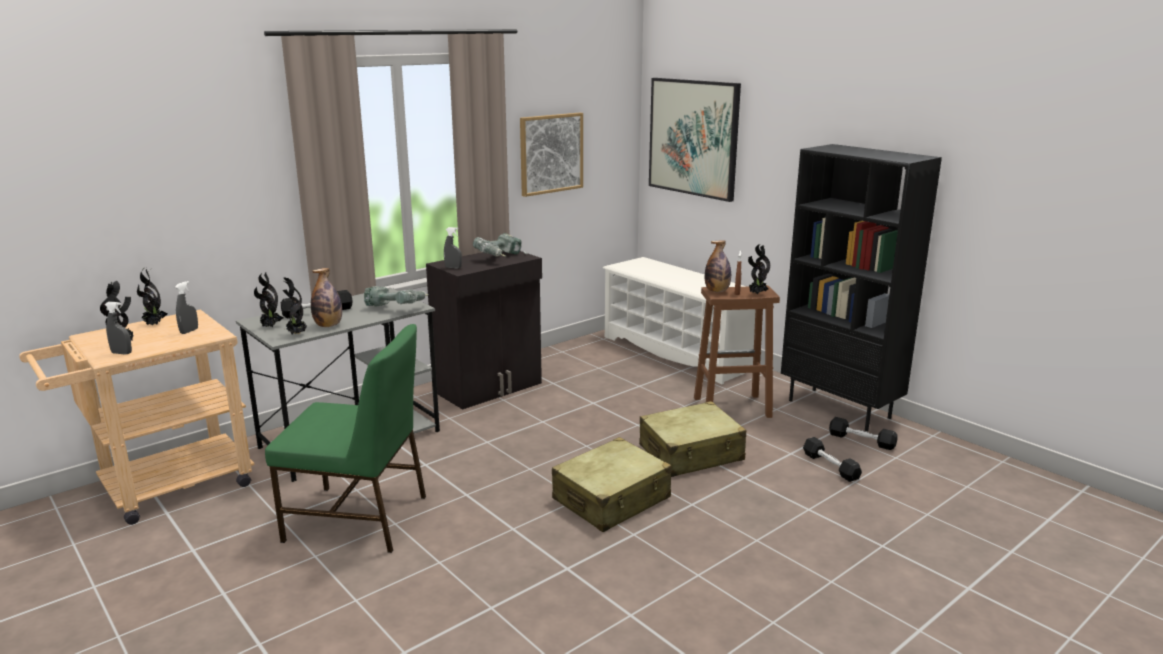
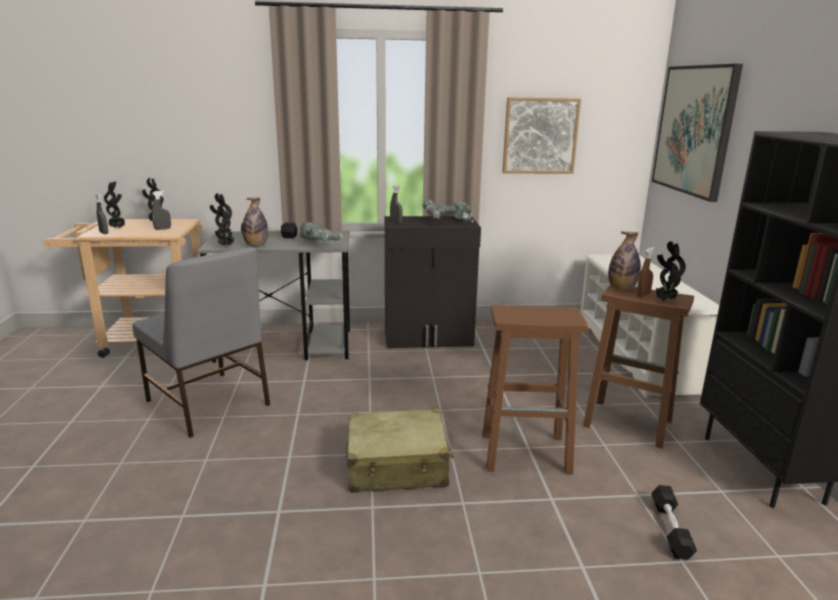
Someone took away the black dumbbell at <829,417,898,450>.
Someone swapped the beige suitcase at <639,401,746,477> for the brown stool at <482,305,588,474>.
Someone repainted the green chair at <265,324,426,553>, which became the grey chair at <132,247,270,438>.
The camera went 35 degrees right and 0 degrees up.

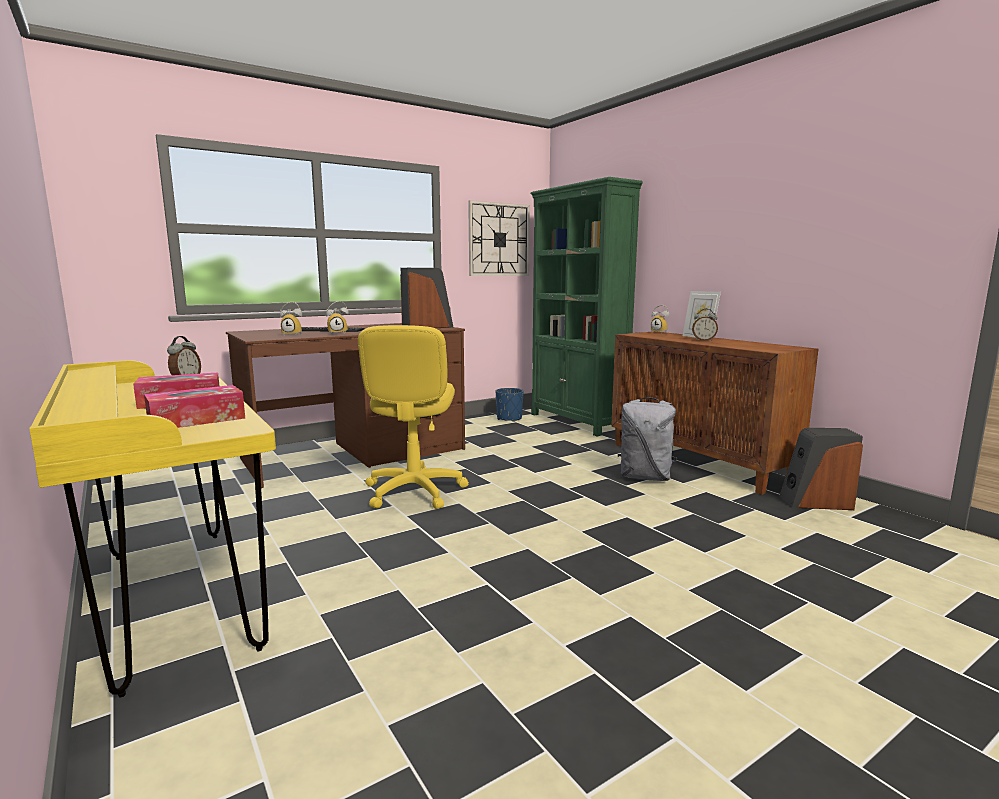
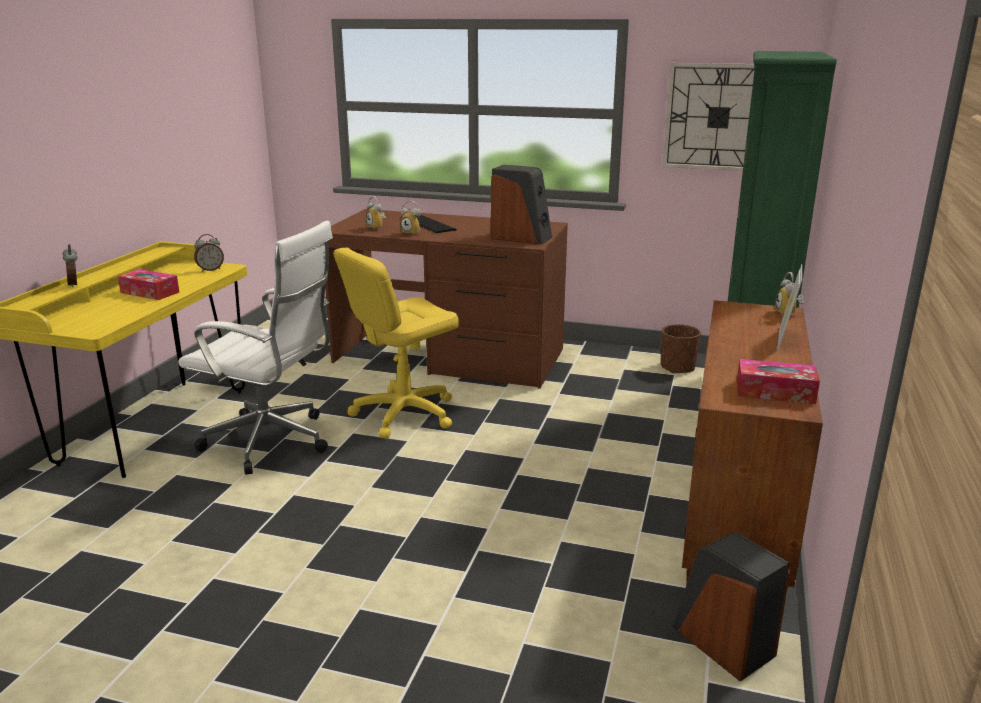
Someone took away the grey backpack at <618,397,677,481>.
Someone put down the white office chair at <178,221,333,475>.
Someone carried the tissue box from <144,385,245,428> to <737,359,820,404>.
Someone carried the alarm clock from <692,309,718,341> to <63,244,78,288>.
Someone repainted the blue planter at <496,388,524,422>, which became the brown planter at <661,324,701,374>.
The camera went 50 degrees right and 10 degrees up.

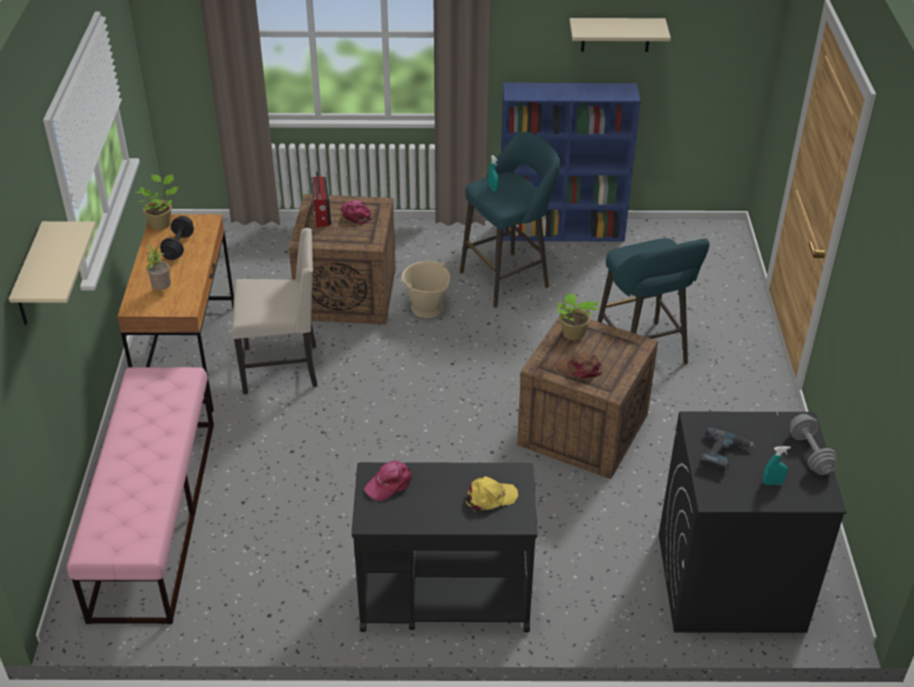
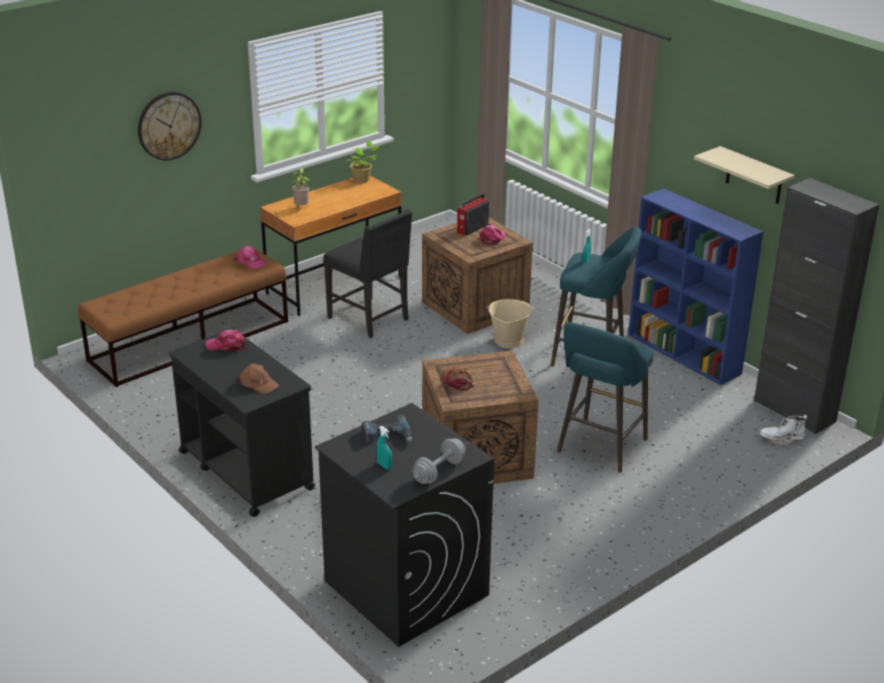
Someone took away the black dumbbell at <160,216,194,260>.
Someone took away the potted plant at <557,293,599,340>.
Someone put down the pink cap at <234,246,267,269>.
Someone put down the black cabinet at <754,178,879,434>.
Someone put down the white boot at <760,415,808,445>.
Someone swapped the beige shelf at <9,221,96,325> for the wall clock at <138,92,202,161>.
Someone repainted the pink bench at <67,367,214,624>, which became the brown bench at <78,248,288,387>.
Someone repainted the beige chair at <232,228,317,395>, which became the black chair at <323,210,412,338>.
Someone repainted the yellow cap at <466,476,518,512>, which became the brown cap at <237,364,279,394>.
The camera went 50 degrees right and 10 degrees down.

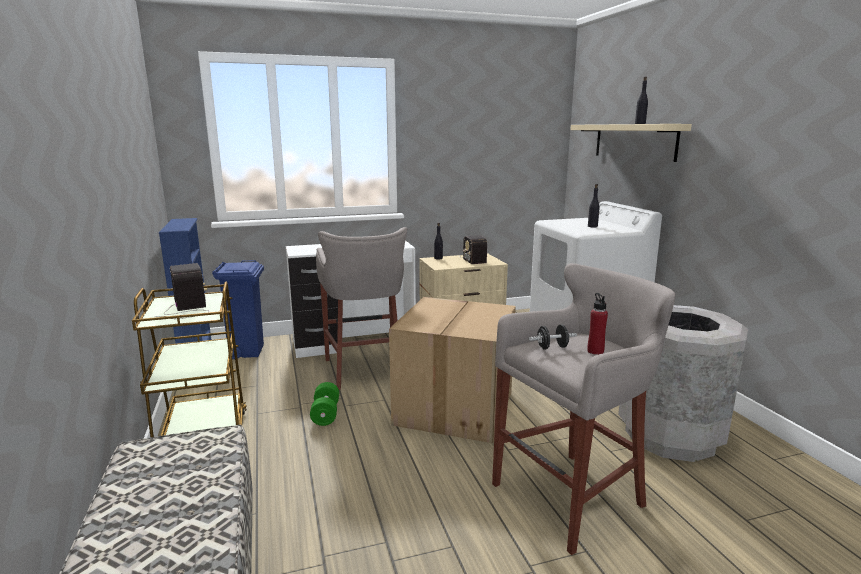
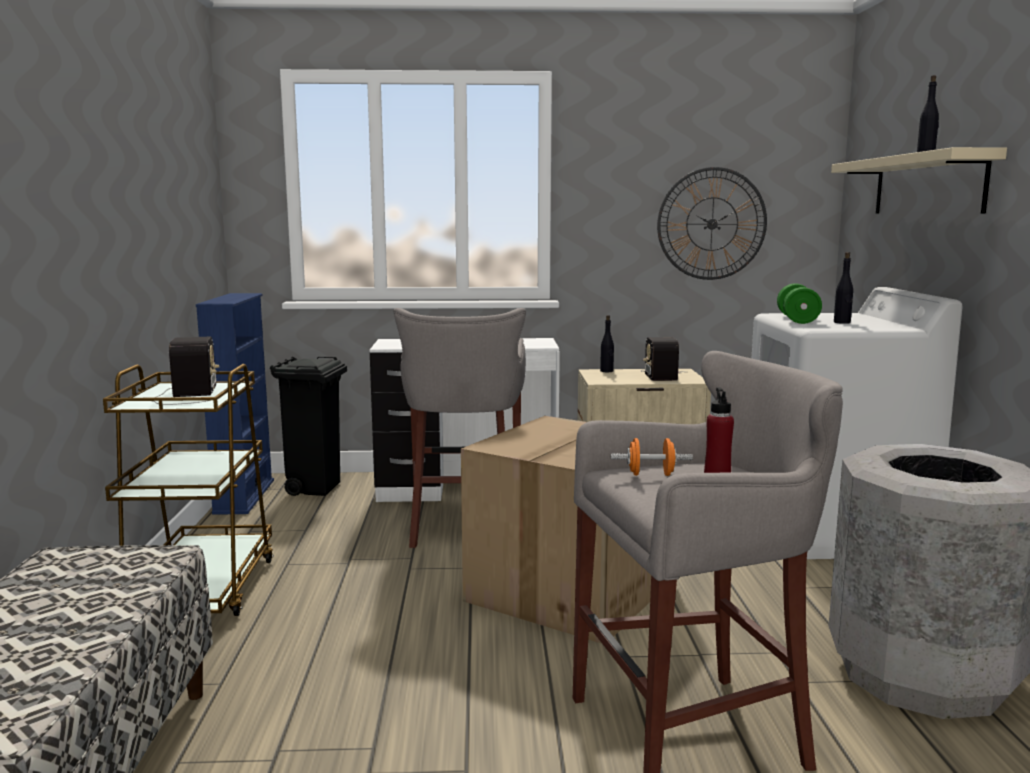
Someone put up the wall clock at <657,167,767,280>.
Someone carried the green dumbbell from <310,382,339,426> to <777,283,822,324>.
Someone repainted the blue trash can at <212,260,264,359>, which became the black trash can at <270,357,347,496>.
Someone repainted the black dumbbell at <528,324,577,350>, which became the orange dumbbell at <611,438,693,476>.
The camera went 15 degrees right and 5 degrees down.

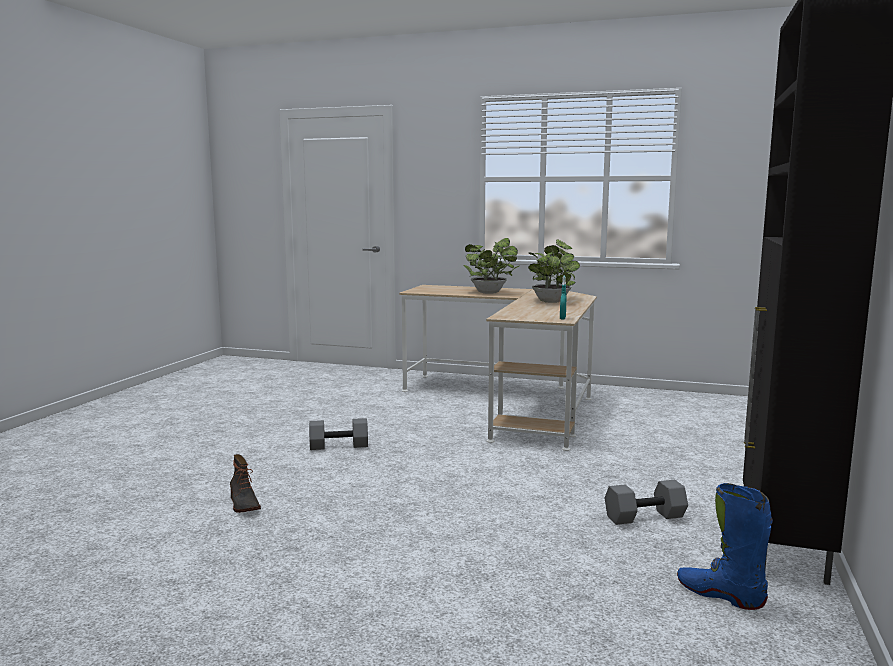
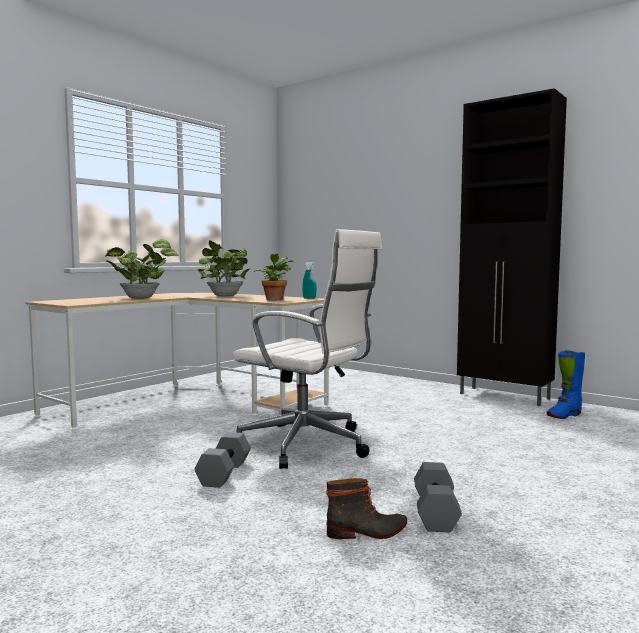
Someone put down the white office chair at <233,229,382,469>.
Someone put down the potted plant at <254,254,294,301>.
Someone carried the grey dumbbell from <605,480,688,525> to <414,462,462,533>.
The camera went 70 degrees left and 5 degrees down.

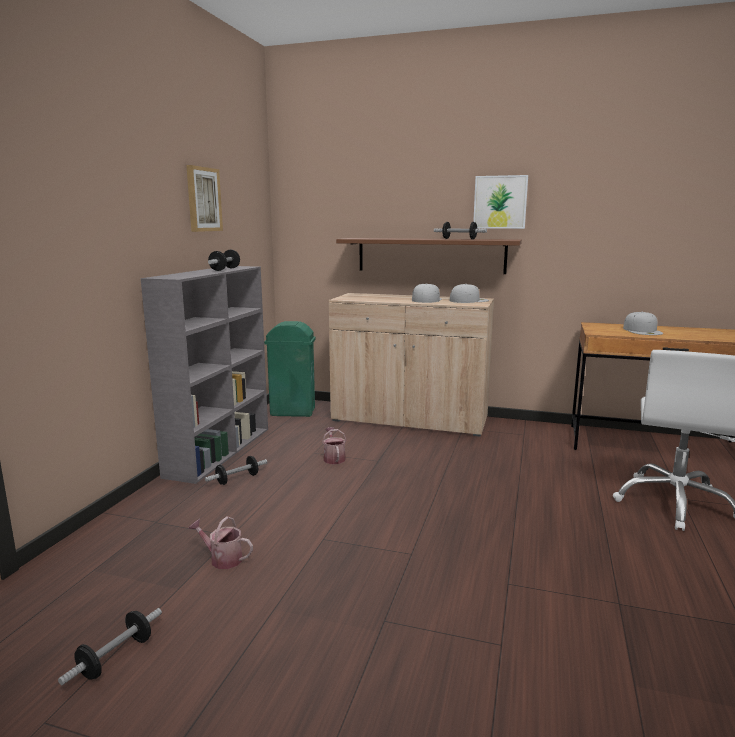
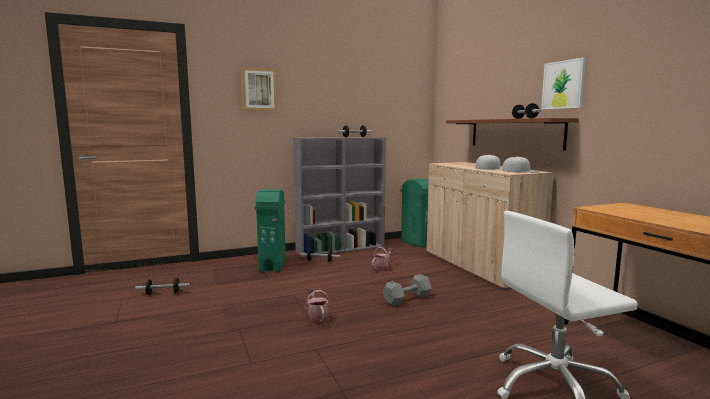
Someone took away the white cap at <623,312,663,335>.
Someone put down the green trash can at <255,189,286,272>.
Someone put down the grey dumbbell at <383,274,432,306>.
Someone carried the picture from <186,165,223,232> to <241,68,277,111>.
Someone carried the watering can from <188,516,253,569> to <307,288,329,324>.
The camera went 50 degrees right and 5 degrees down.

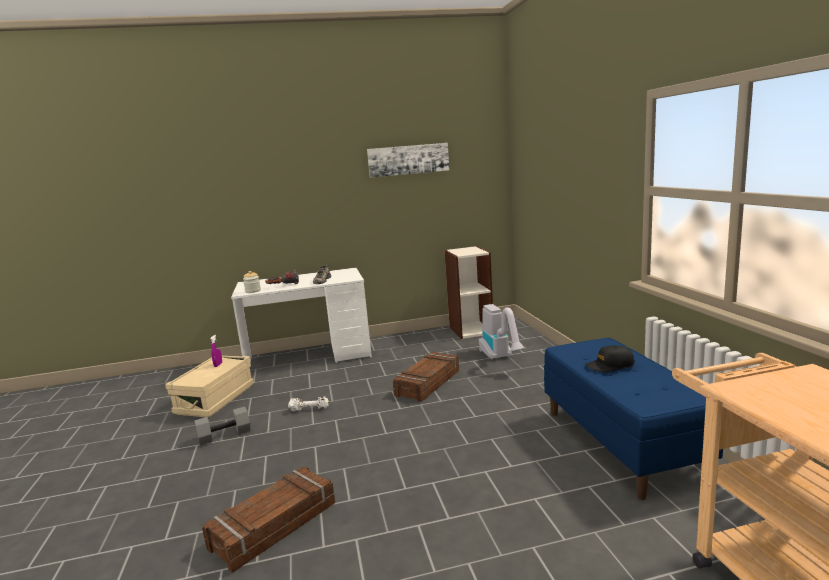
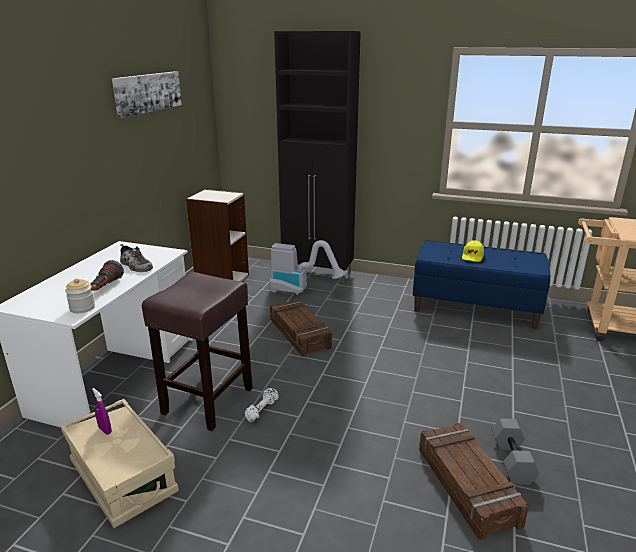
Someone put down the brown stool at <142,272,253,431>.
Someone put down the black cabinet at <274,31,361,284>.
Someone carried the grey dumbbell from <195,406,251,446> to <492,418,540,485>.
Someone repainted the black cap at <585,345,635,372>, which became the yellow cap at <462,240,484,262>.
The camera went 60 degrees left and 10 degrees up.

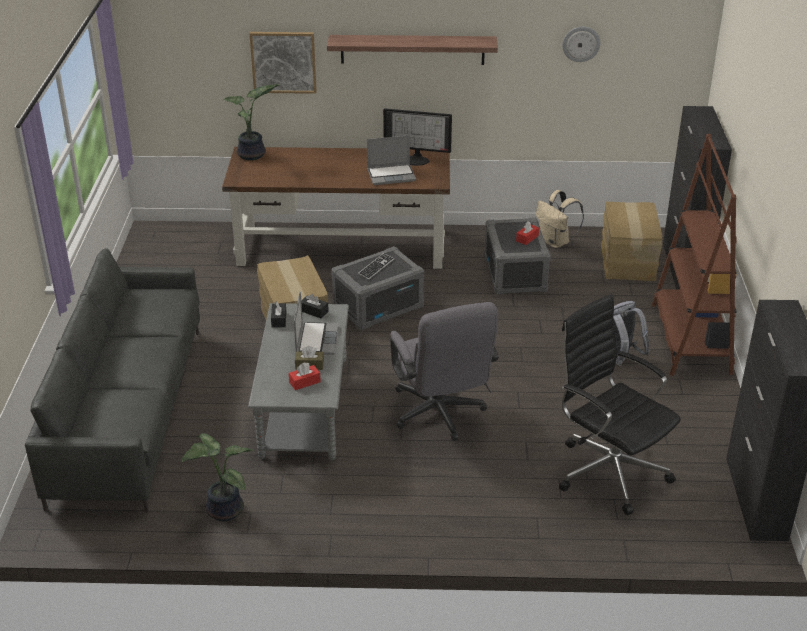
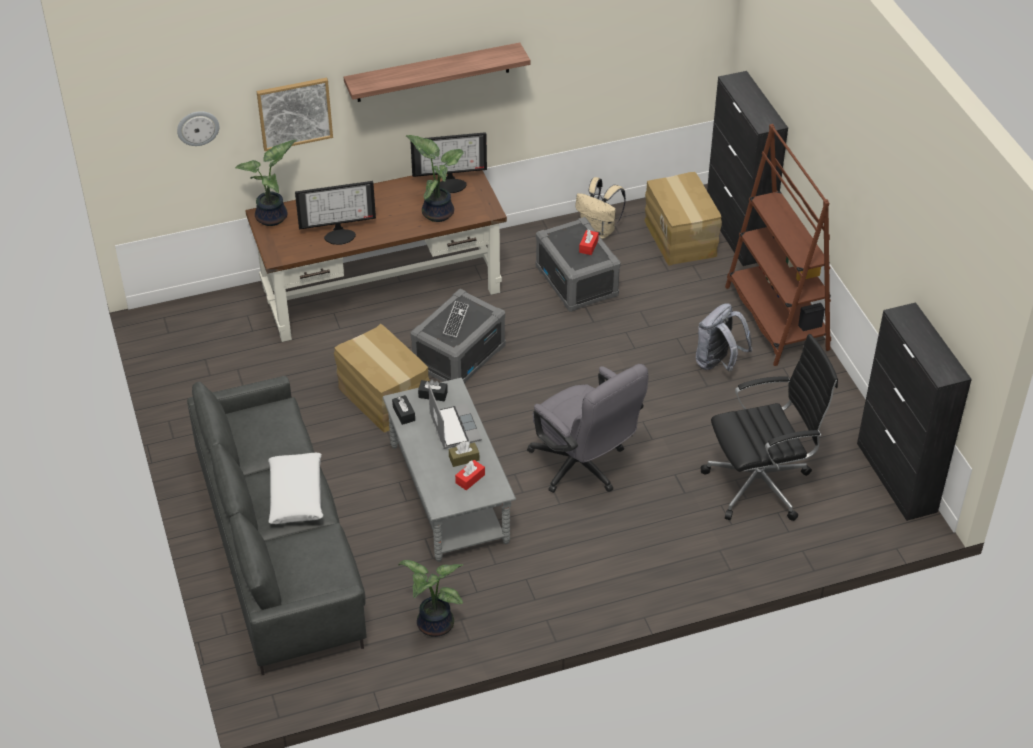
Someone put down the white pillow at <268,453,323,524>.
Someone put down the monitor at <295,181,376,245>.
Someone carried the wall clock from <562,27,601,62> to <177,111,219,146>.
Someone swapped the laptop at <367,135,416,185> for the potted plant at <406,135,464,222>.
Someone rotated the black office chair at <559,294,681,515> by 135 degrees clockwise.
The camera went 20 degrees left and 10 degrees up.

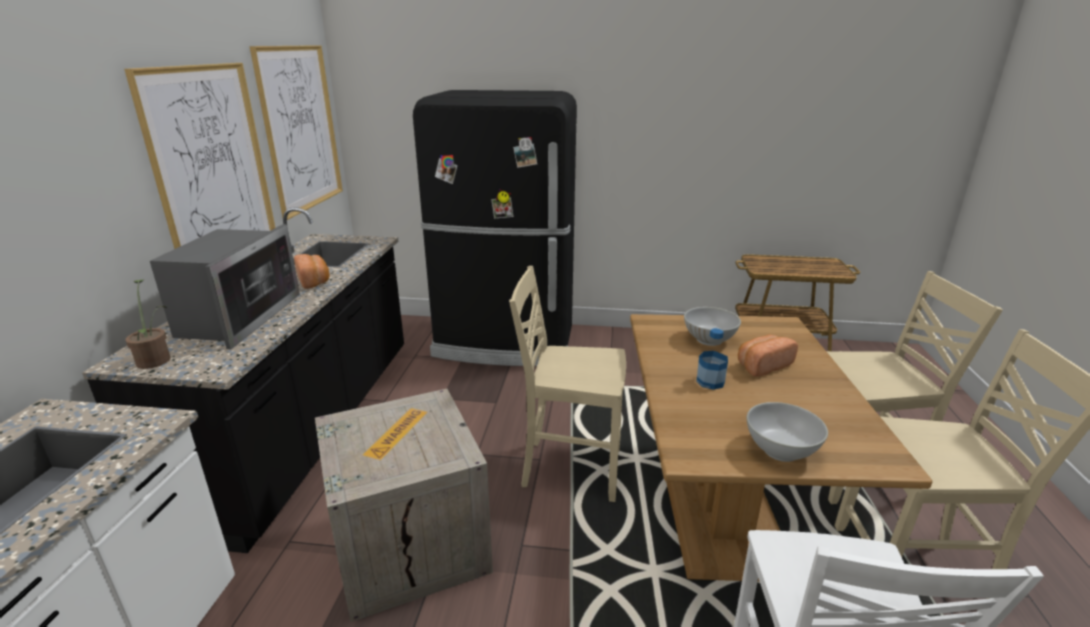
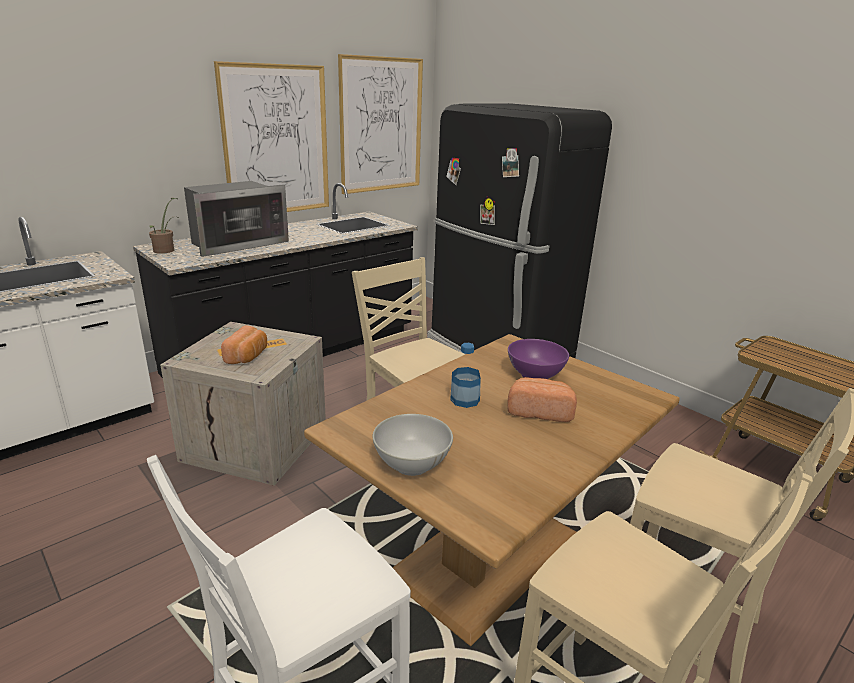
Someone carried the bread from <294,254,330,289> to <221,325,267,364>.
Someone repainted the white bowl at <684,307,741,346>, which became the purple bowl at <508,339,569,379>.
The camera went 40 degrees right and 0 degrees up.

